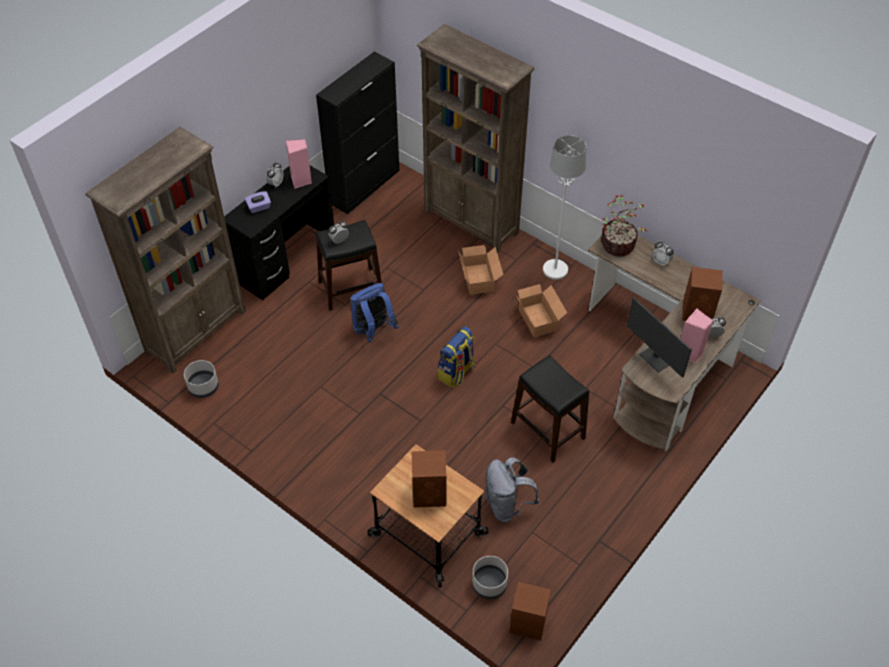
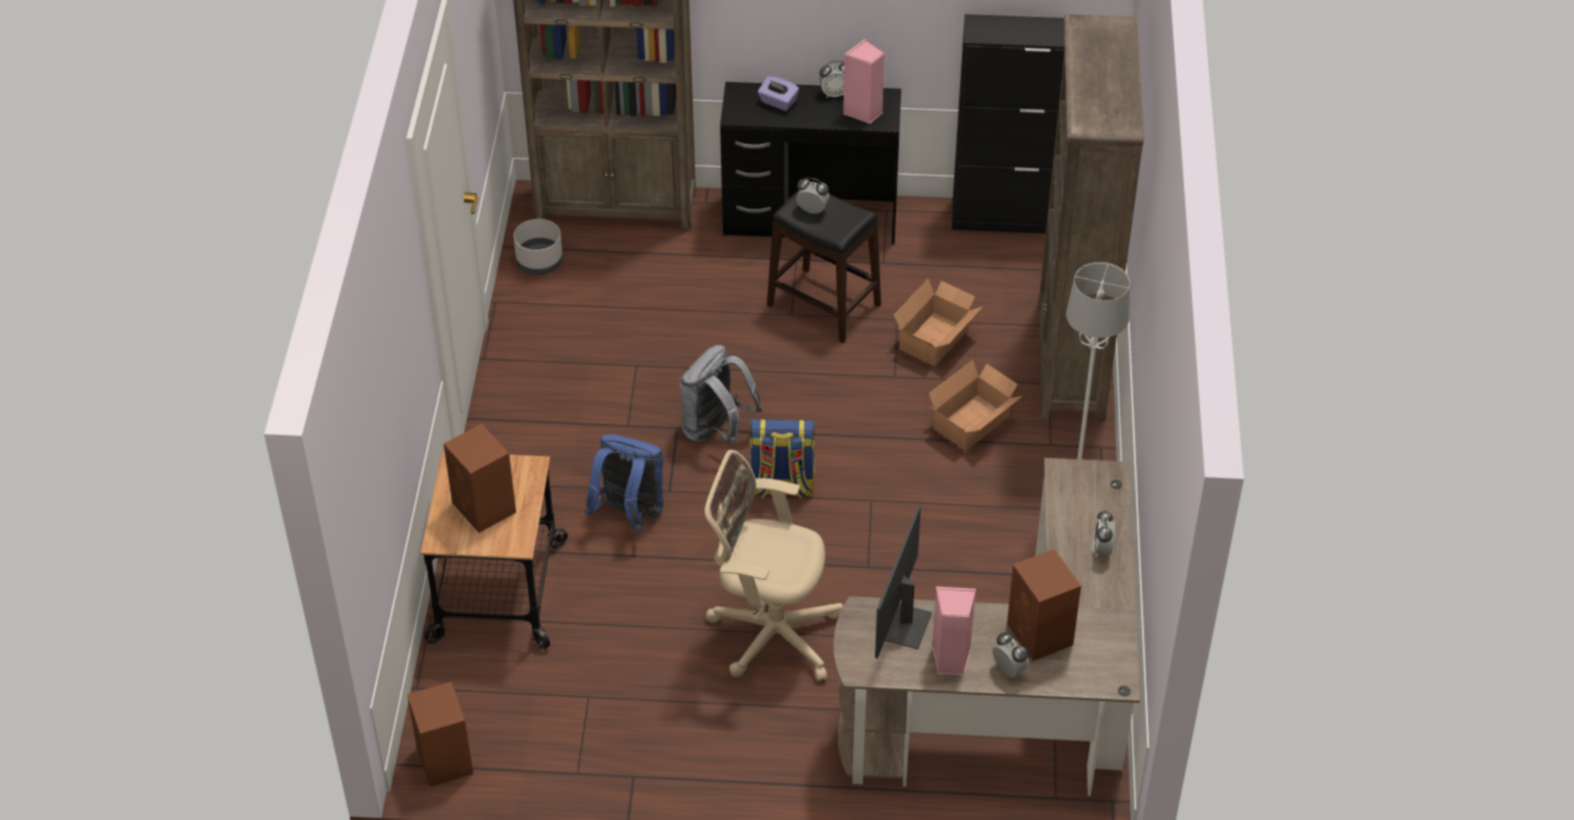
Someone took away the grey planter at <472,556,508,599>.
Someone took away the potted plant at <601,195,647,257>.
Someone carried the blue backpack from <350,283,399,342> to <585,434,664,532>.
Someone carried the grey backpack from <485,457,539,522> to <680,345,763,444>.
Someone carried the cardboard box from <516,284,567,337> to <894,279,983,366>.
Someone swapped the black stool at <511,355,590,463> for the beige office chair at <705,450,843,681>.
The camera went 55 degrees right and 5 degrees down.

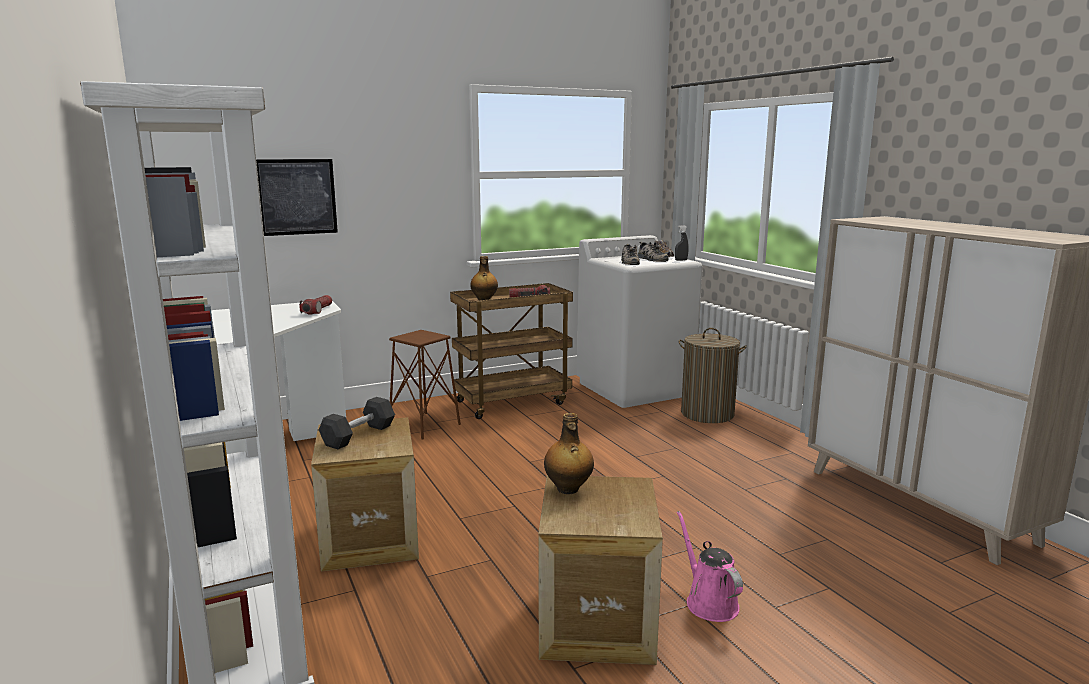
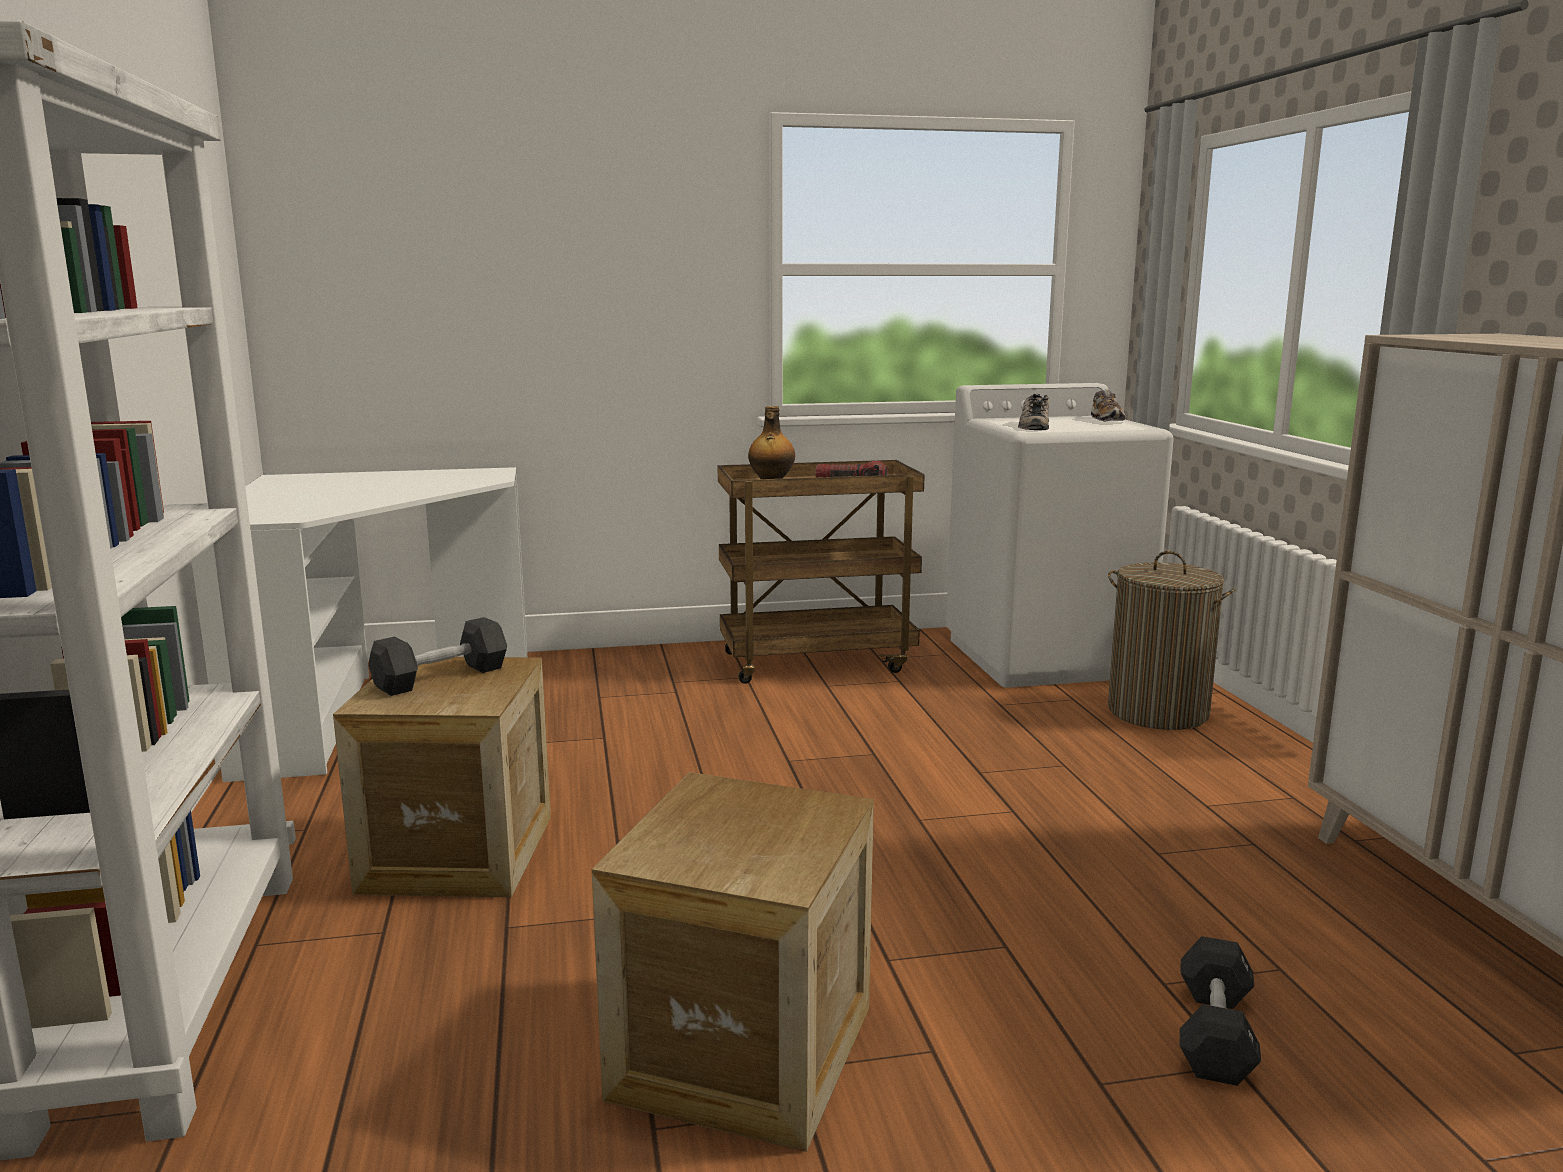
Someone took away the picture at <256,159,338,236>.
Someone took away the flashlight at <299,295,332,315>.
Someone took away the brown stool at <389,330,461,440>.
Someone took away the bottle at <544,413,594,494>.
Someone took away the shoe at <638,242,669,262>.
Someone took away the grey spray bottle at <675,225,689,261>.
Someone took away the pink watering can at <677,511,743,622>.
Someone put down the black dumbbell at <1180,936,1261,1086>.
The camera went 15 degrees right and 0 degrees up.

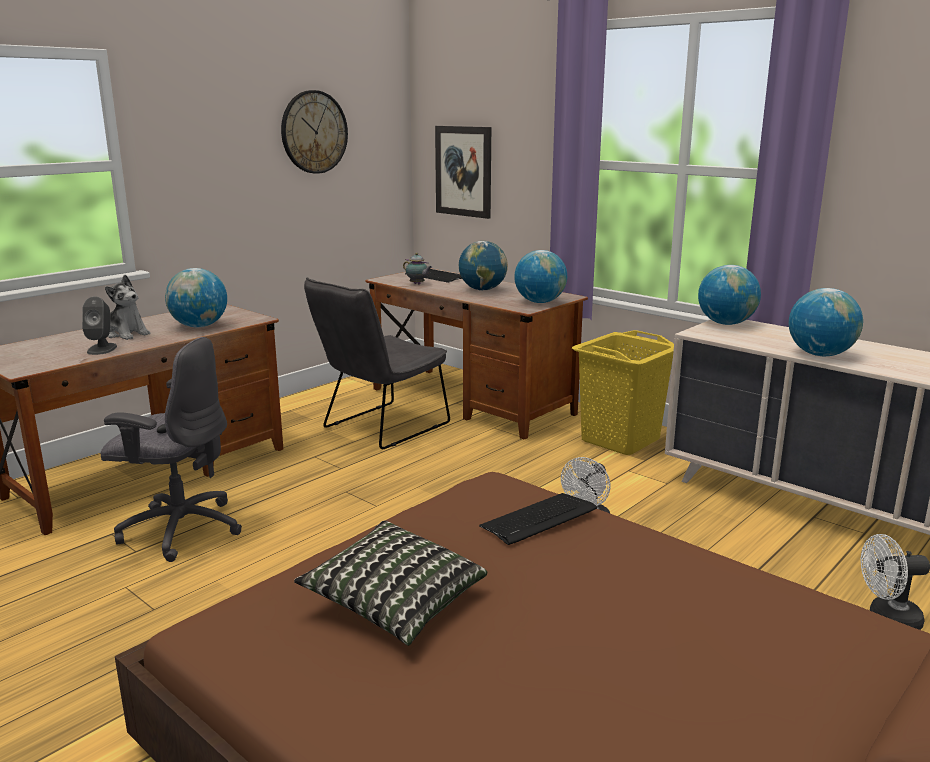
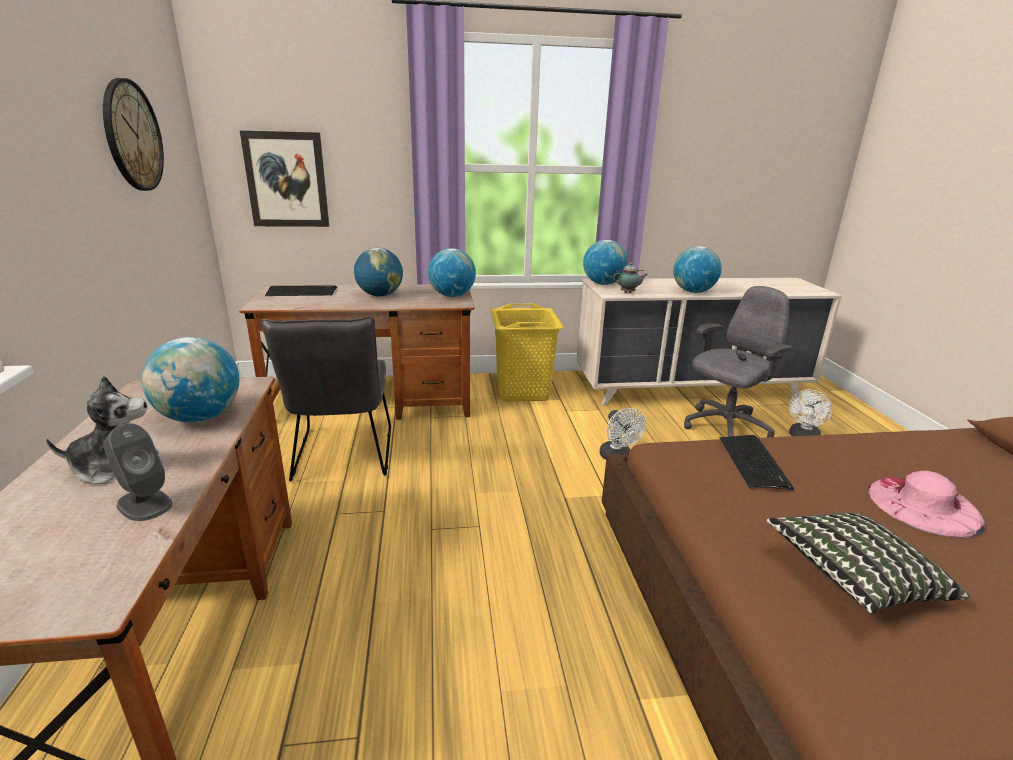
Someone put down the pink hat at <868,470,986,538>.
Someone carried the grey office chair from <100,337,242,562> to <684,286,793,437>.
Someone carried the teapot from <403,253,433,285> to <613,263,648,293>.
The camera went 50 degrees left and 5 degrees up.

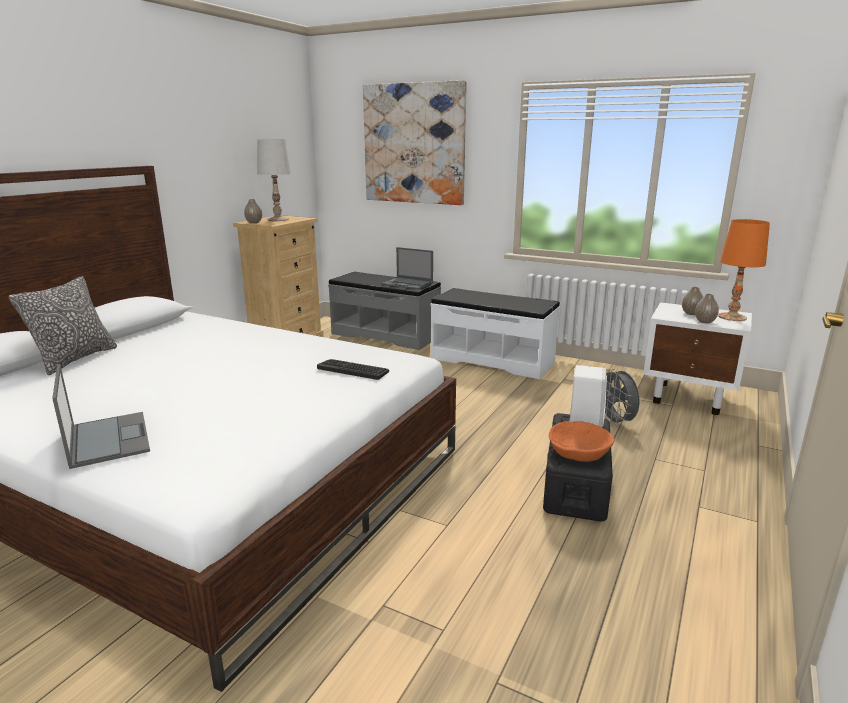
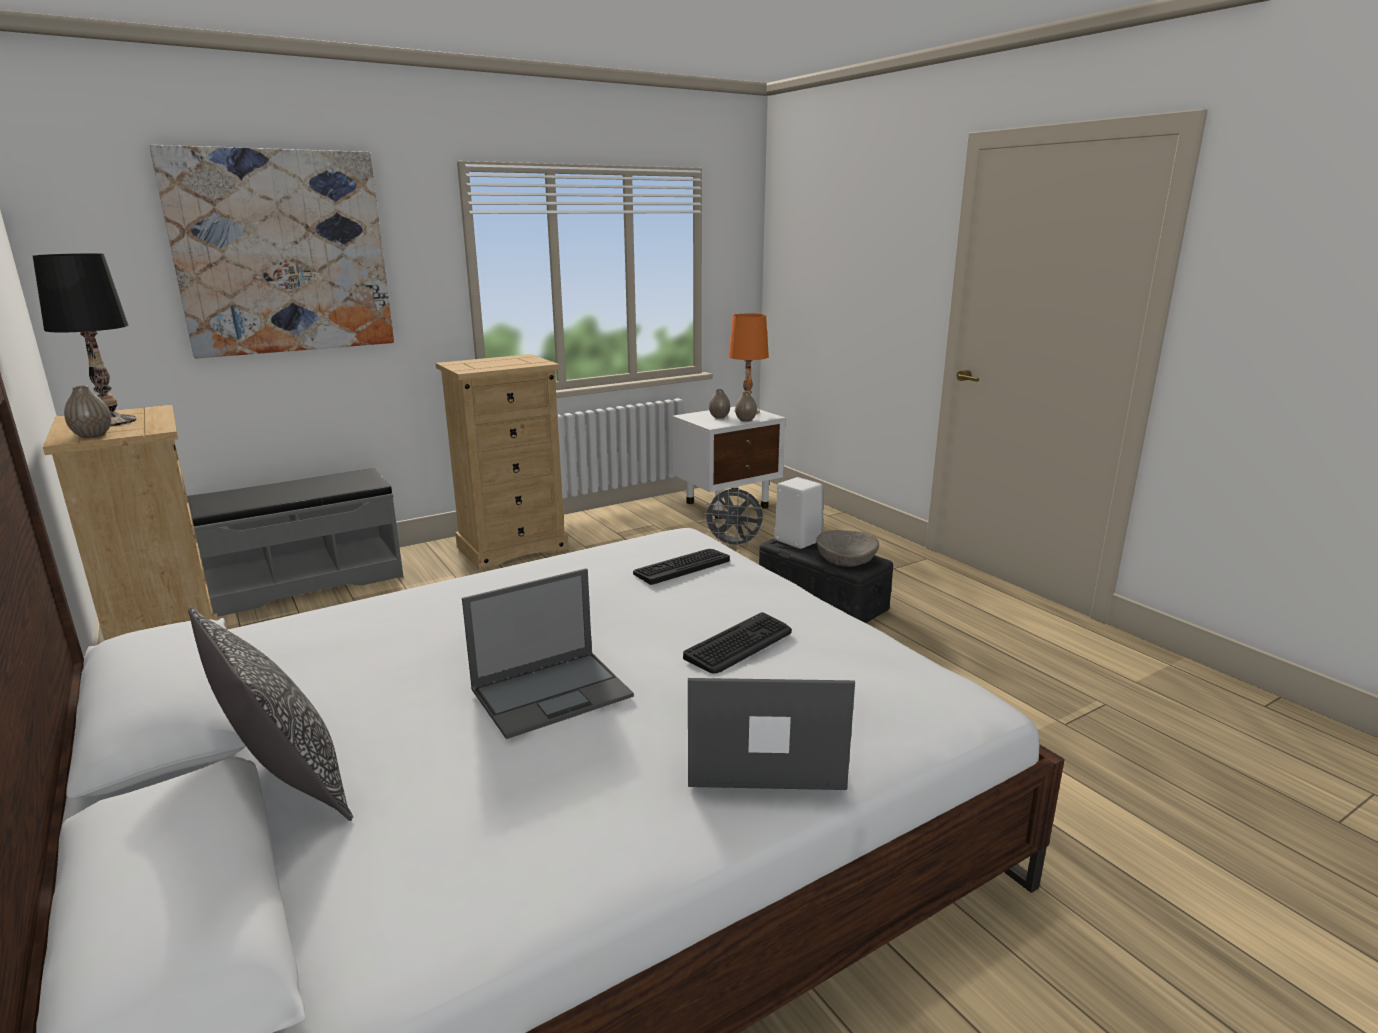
Someone put down the keyboard at <683,612,792,674>.
Someone carried the laptop from <382,247,433,289> to <462,568,634,739>.
Someone swapped the white bench at <431,288,560,379> for the beige dresser at <435,354,569,570>.
Someone repainted the white table lamp at <257,139,291,221>, which became the black table lamp at <33,253,136,426>.
Someone repainted the orange bowl at <549,421,615,462>, which became the beige bowl at <816,530,879,567>.
The camera went 60 degrees left and 0 degrees up.

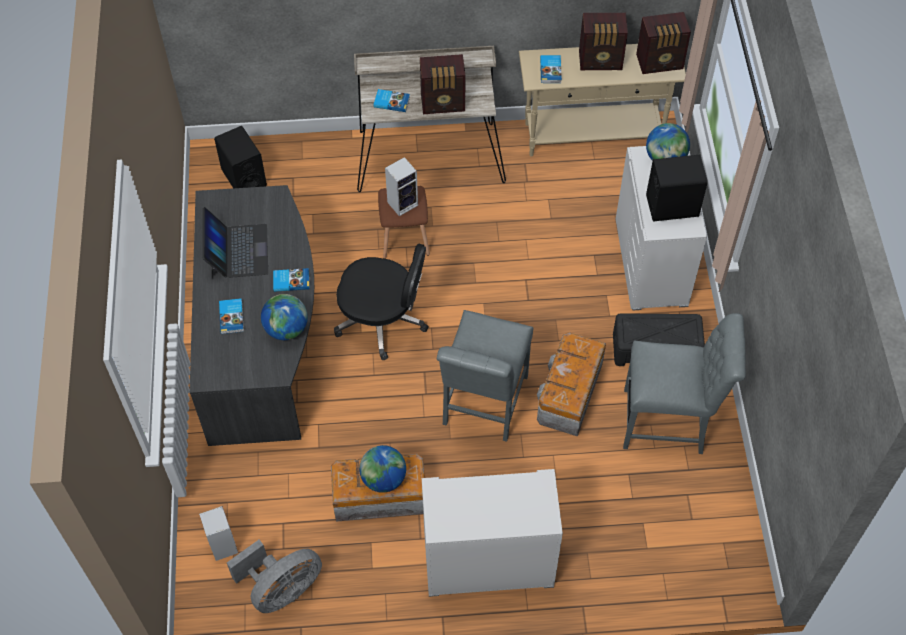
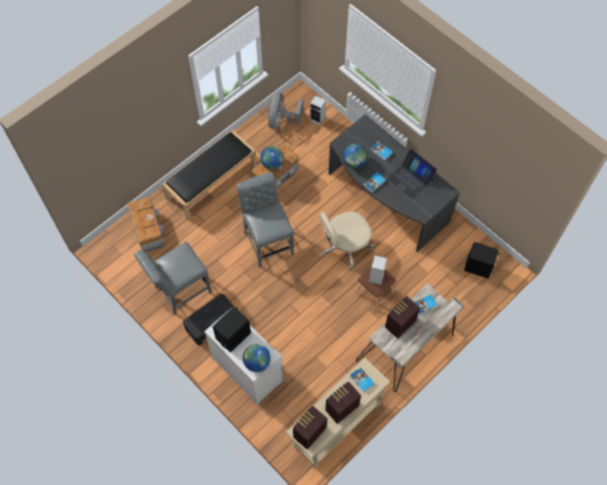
Someone carried the storage box from <537,332,606,437> to <127,197,165,252>.
Someone swapped the white dresser at <422,469,563,597> for the black bench at <162,130,257,221>.
Someone repainted the black office chair at <334,244,429,360>, which became the beige office chair at <319,212,374,270>.
The camera went 140 degrees right and 5 degrees up.

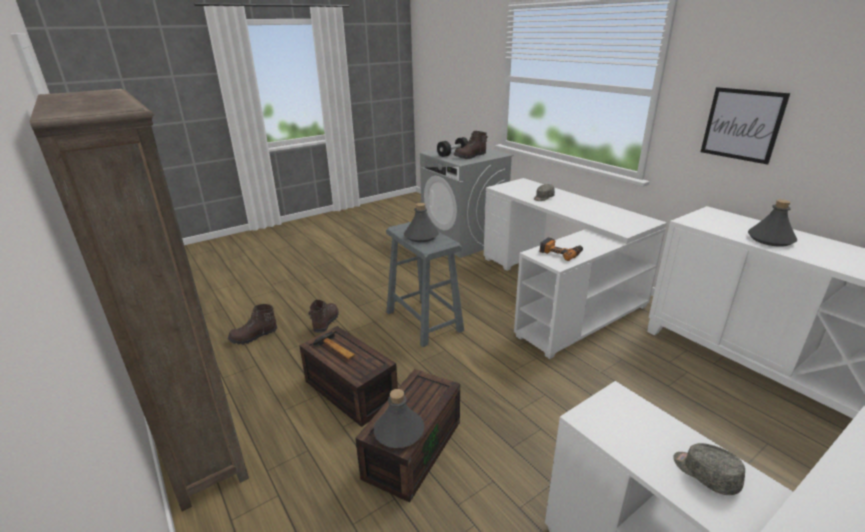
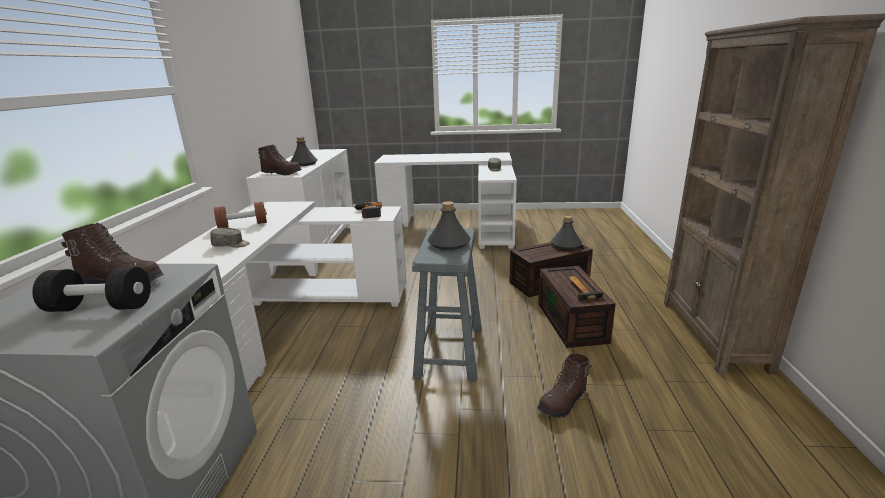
Someone took away the picture at <701,87,790,165>.
Someone put down the brown dumbbell at <214,202,267,228>.
Someone carried the brown boot from <228,304,278,345> to <258,144,301,175>.
The camera went 140 degrees left and 5 degrees down.

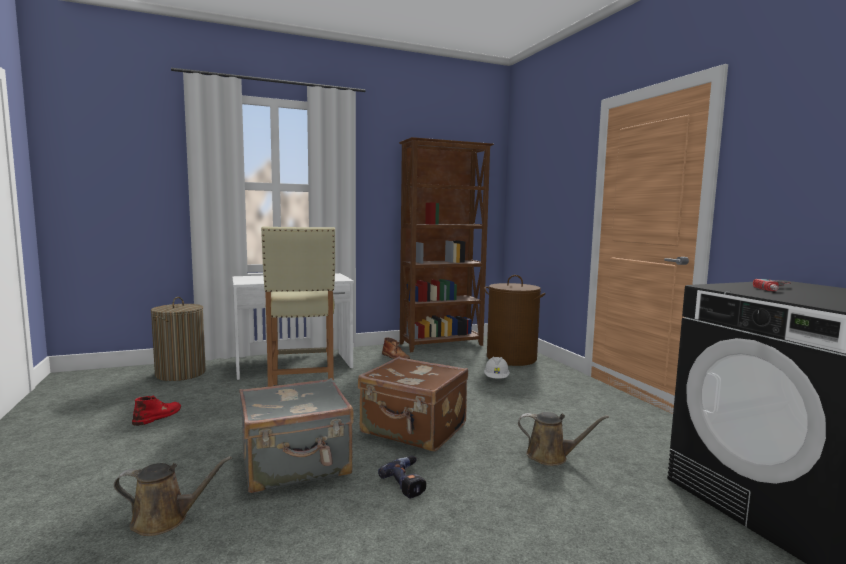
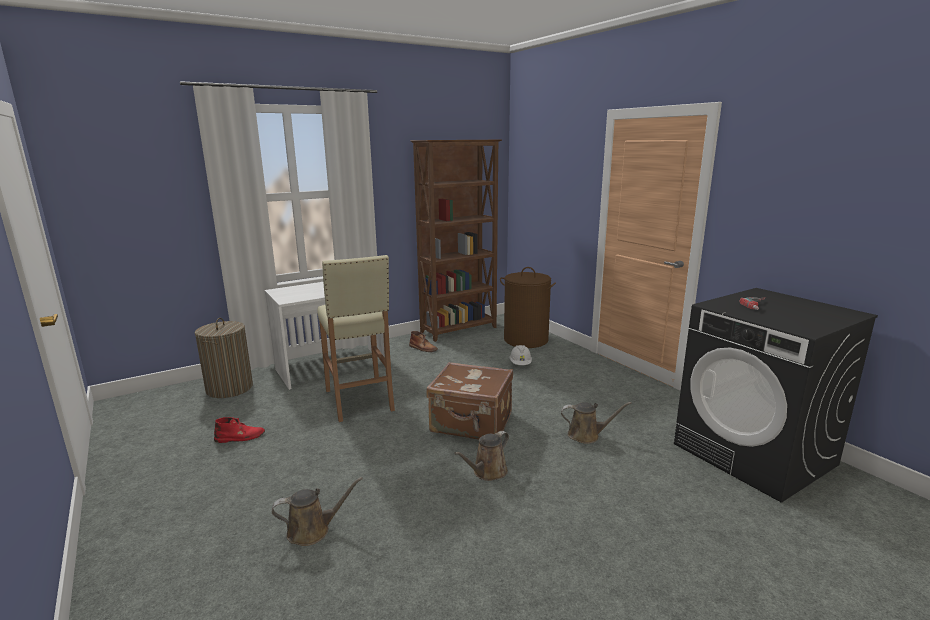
Someone took away the grey suitcase at <239,378,354,493>.
Someone swapped the power drill at <378,456,426,499> for the brown watering can at <454,431,509,481>.
Someone rotated the red boot at <132,396,181,426> by 60 degrees clockwise.
The camera went 10 degrees left and 10 degrees up.

